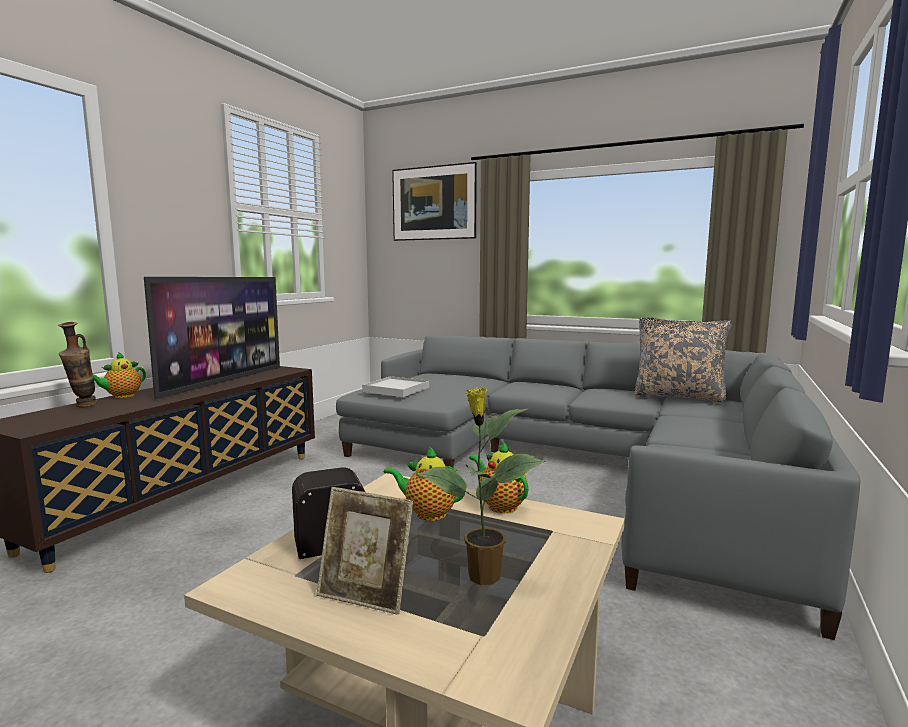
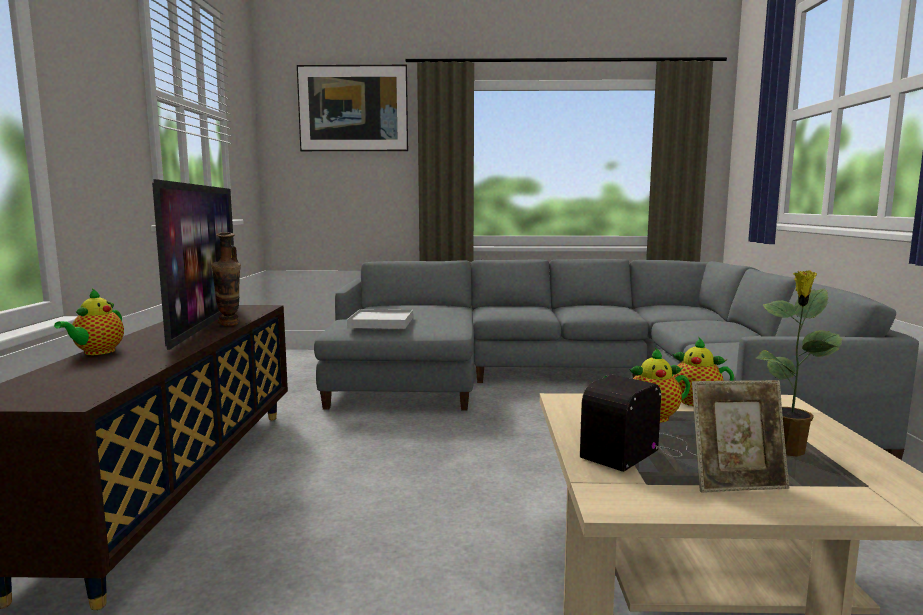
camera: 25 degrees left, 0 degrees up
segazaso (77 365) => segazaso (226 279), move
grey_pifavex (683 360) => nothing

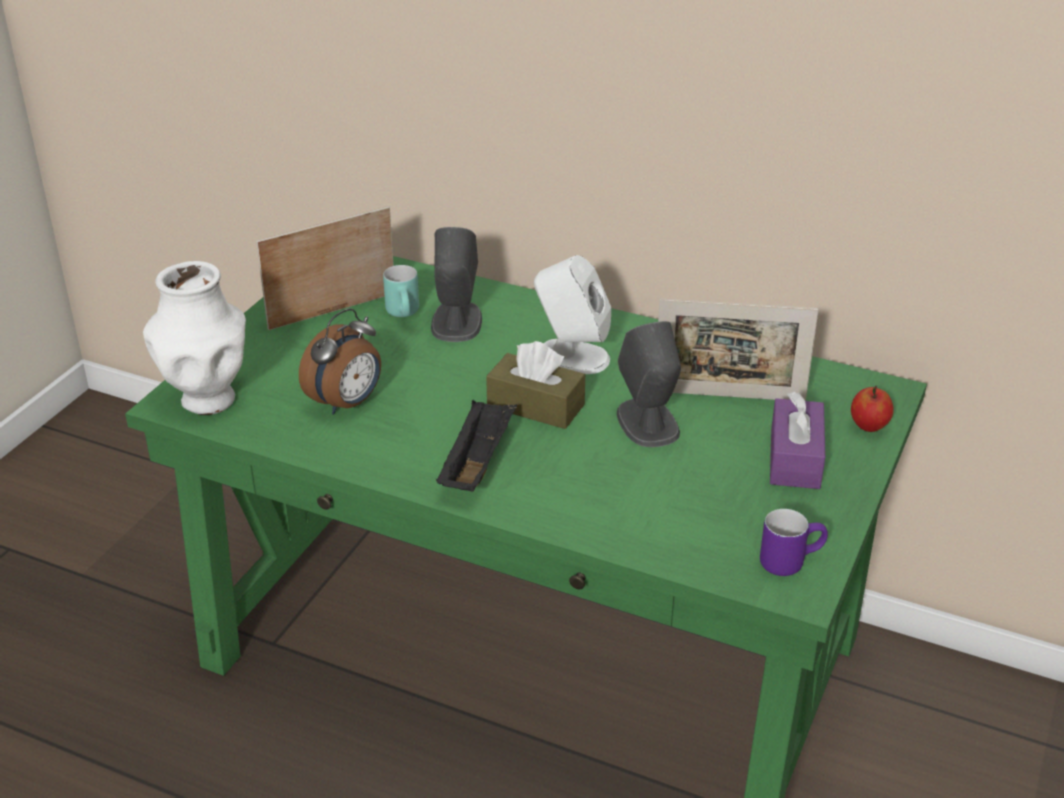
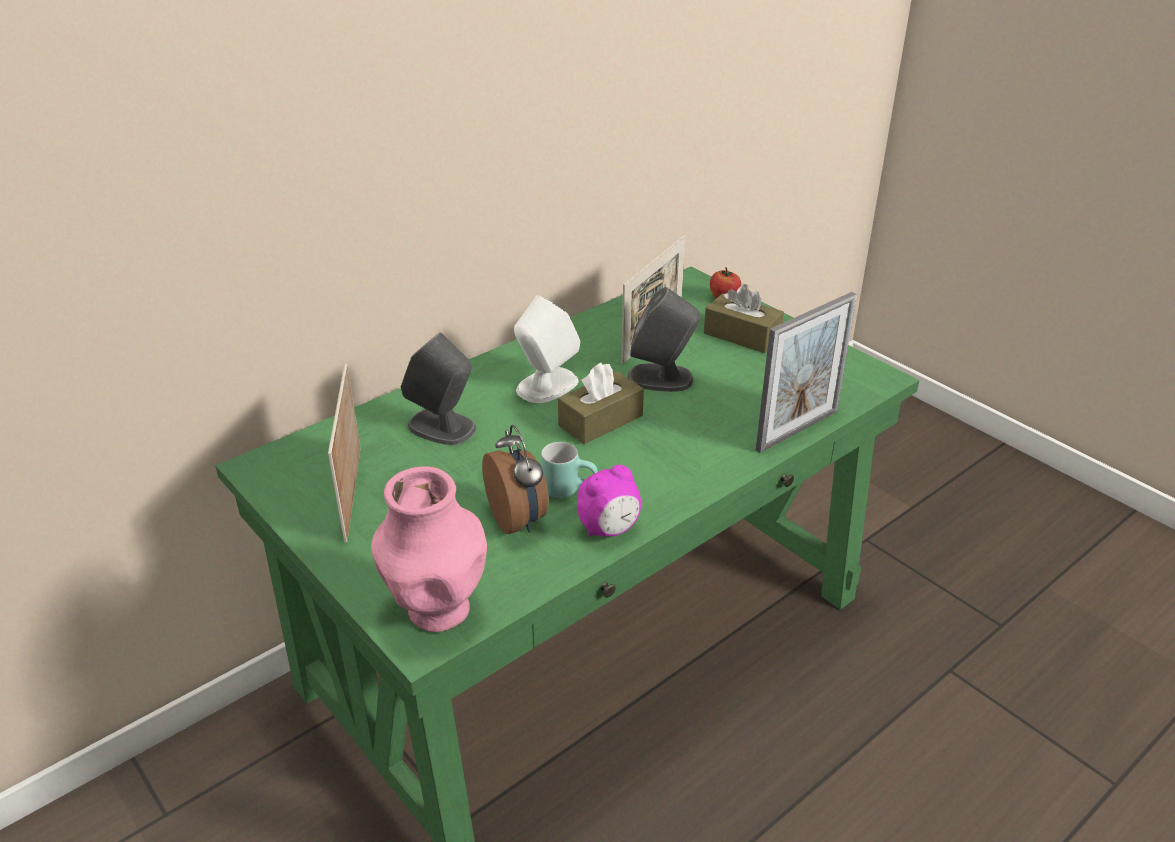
camera: 65 degrees left, 0 degrees up
white_segazaso (194 338) => pink_segazaso (429 549)
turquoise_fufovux (401 291) => turquoise_fufovux (569 470), move
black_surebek (476 445) => nothing
purple_fufovux (794 542) => nothing
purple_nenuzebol (797 440) => brown_nenuzebol (744 318)
nothing => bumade (609 501)
nothing => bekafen (806 372)

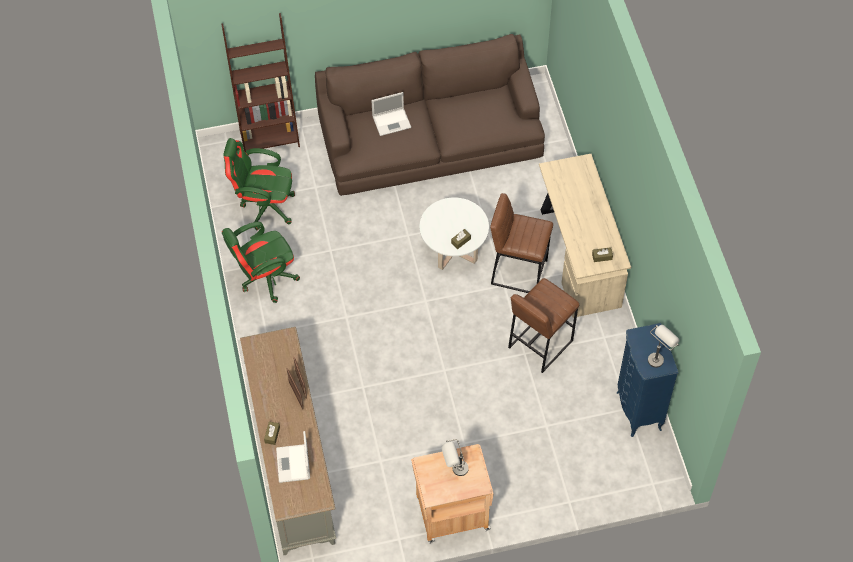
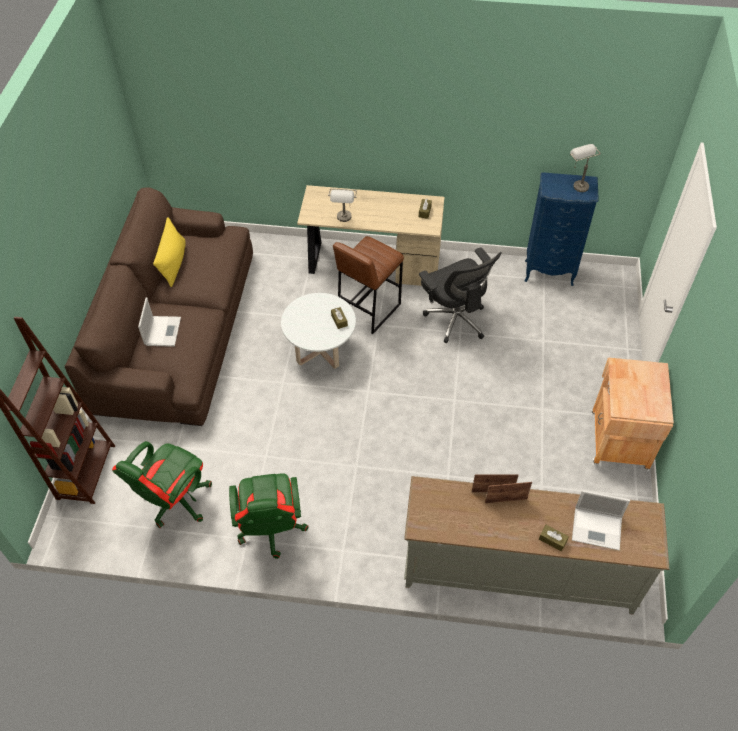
camera: 70 degrees left, 5 degrees down
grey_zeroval (455 457) => grey_zeroval (342 205), move
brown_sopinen (543 325) => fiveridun (460 295)
nothing => yellow_pifavex (169 252)

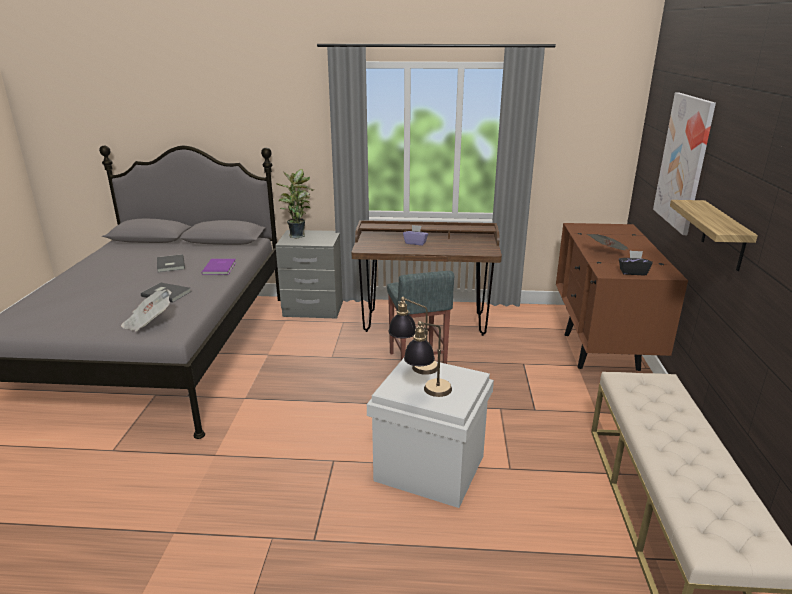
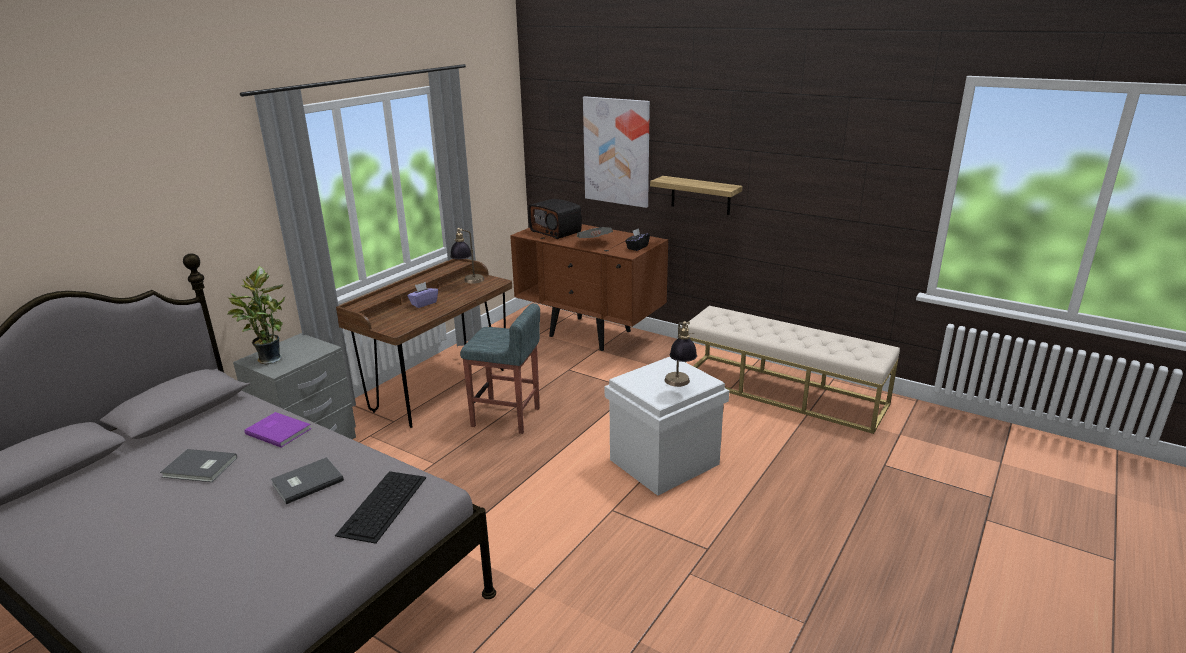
camera: 60 degrees left, 0 degrees up
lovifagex (146 310) => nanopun (380 507)
zeroval (413 336) => zeroval (467 256), move
nothing => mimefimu (555 219)

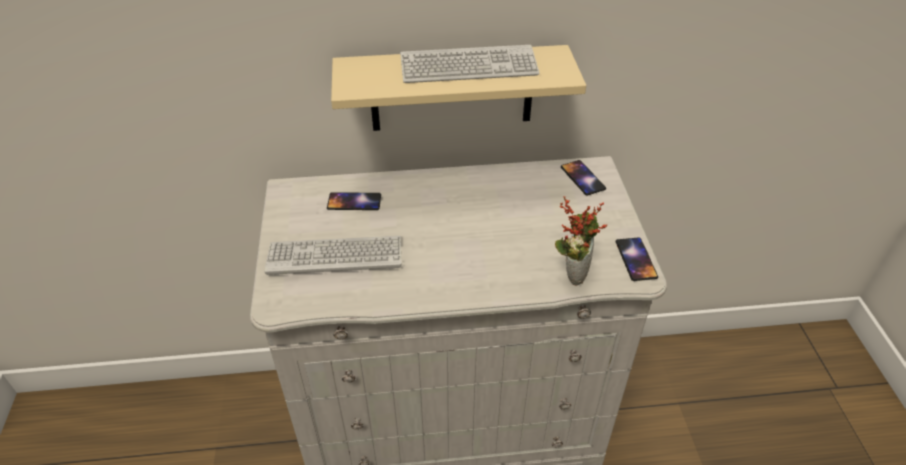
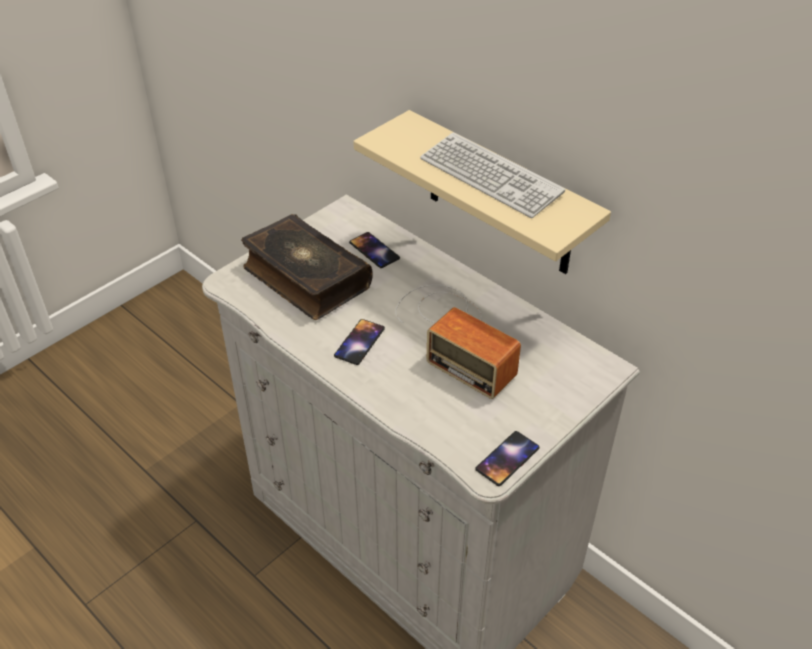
camera: 50 degrees right, 0 degrees up
nanopun (332 255) => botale (307 267)
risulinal (581 241) => nothing
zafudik (583 178) => zafudik (359 342), move
nothing => mimefimu (458 342)

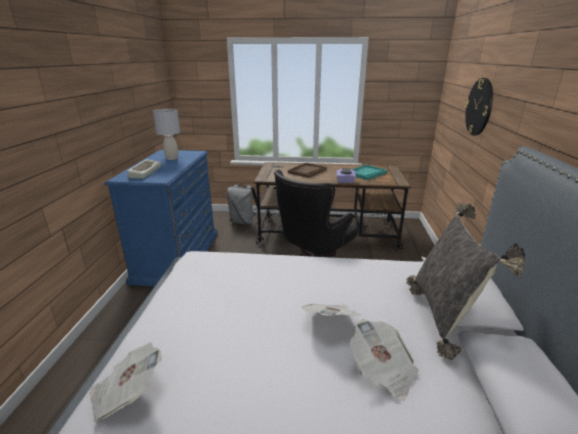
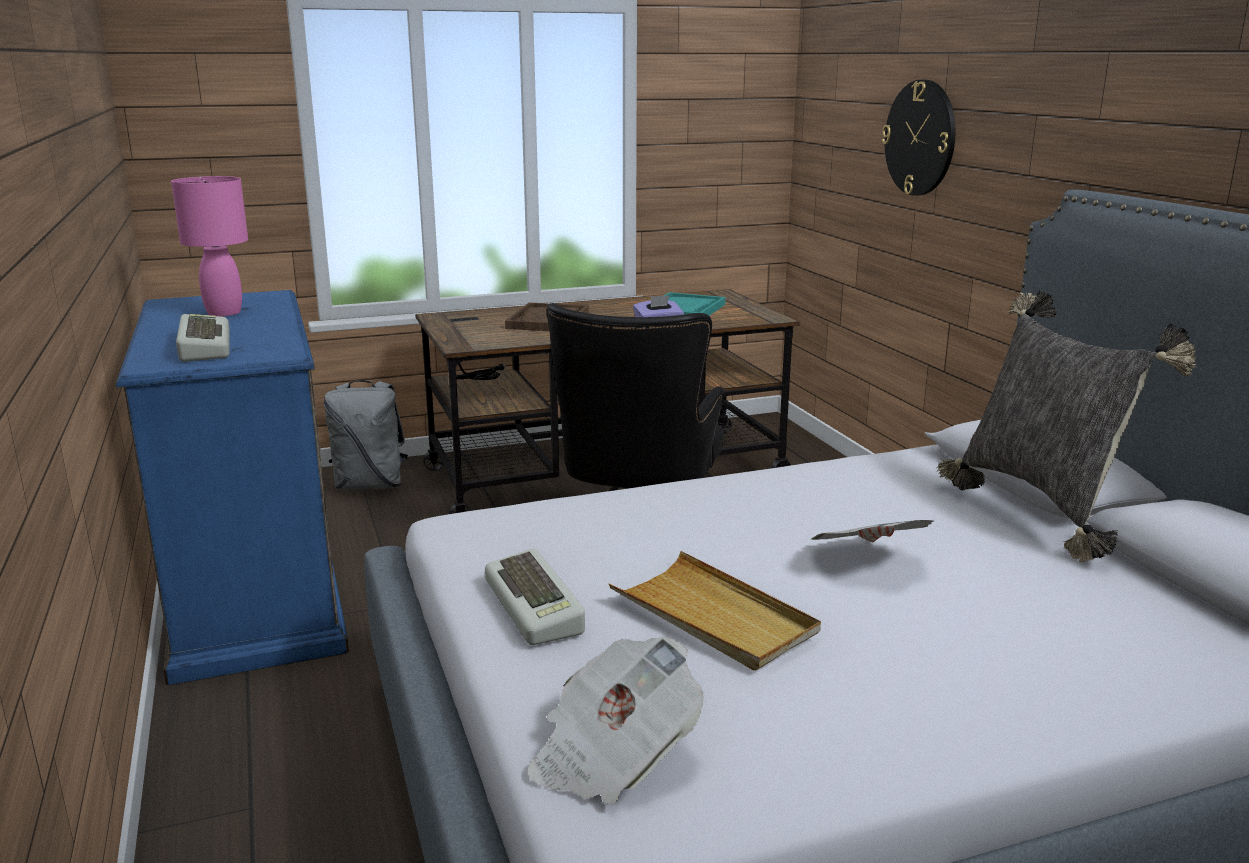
camera: 25 degrees left, 5 degrees down
grey_zeroval (166 134) => pink_zeroval (209 246)
lovifagex (384 360) => nothing
nothing => nanopun (535 596)
nothing => beige_surebek (715 610)

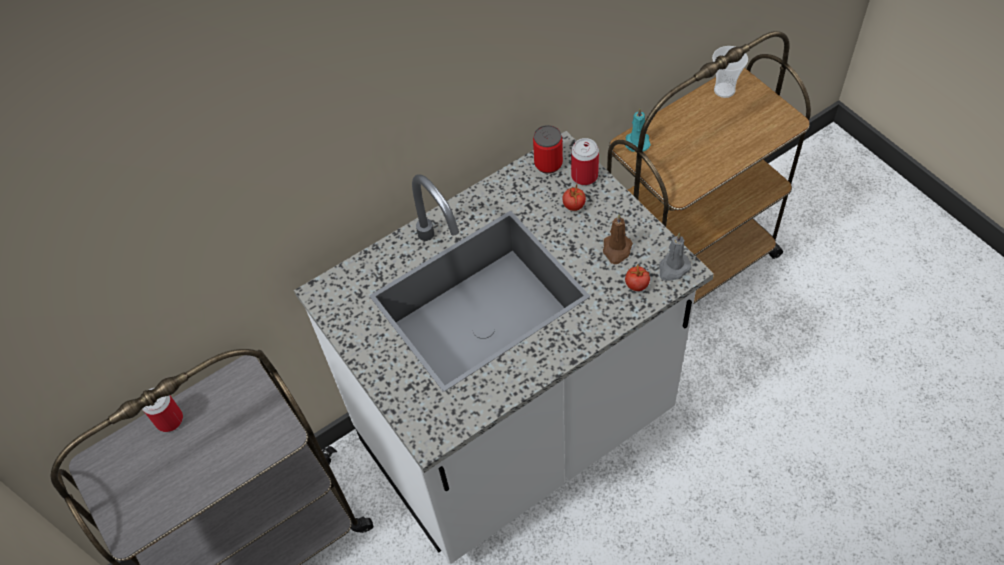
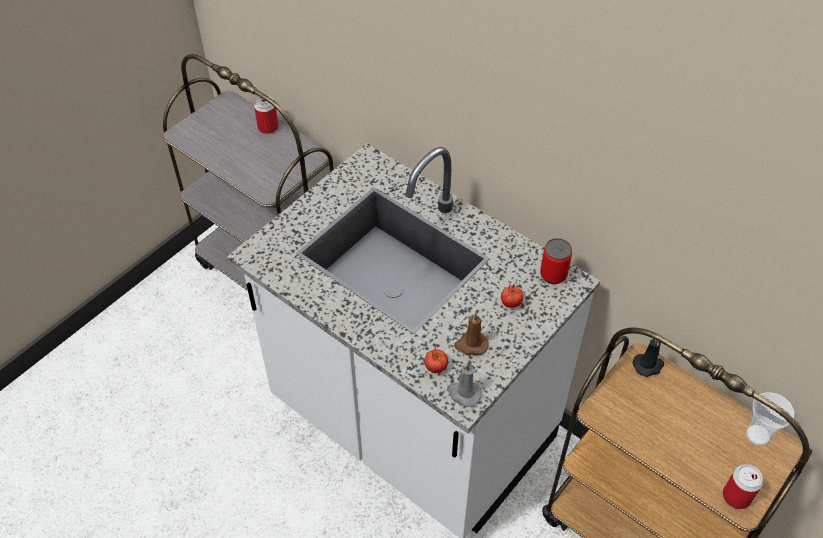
camera: 70 degrees right, 5 degrees down
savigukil (585 161) => savigukil (743 486), move
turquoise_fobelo (638 130) => black_fobelo (648 358)

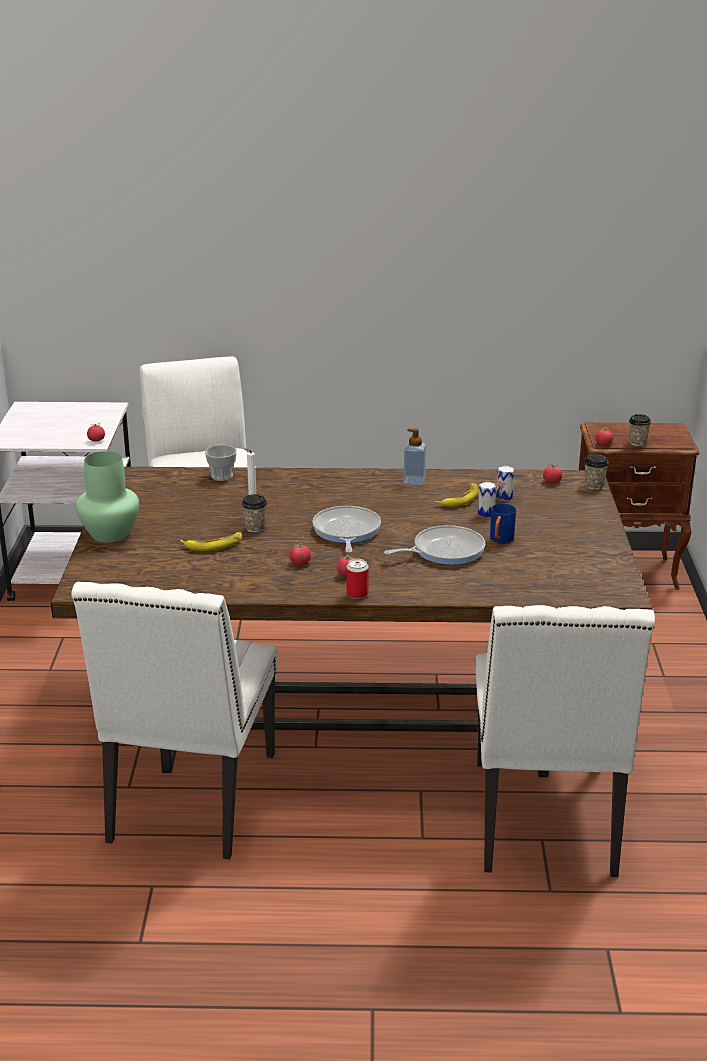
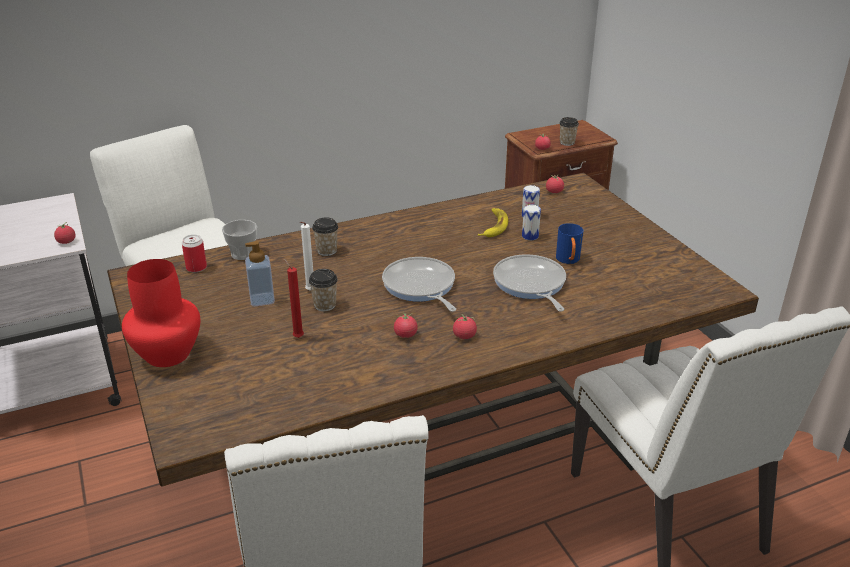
camera: 25 degrees left, 5 degrees up
green_segazaso (107 497) => red_segazaso (161 313)
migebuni (211 541) => red_fobelo (294 298)
savigukil (357 579) => savigukil (194 253), move
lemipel (434 545) => lemipel (529 283), 60 degrees counterclockwise
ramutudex (415 456) => ramutudex (260 273), move
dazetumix (596 472) => dazetumix (325 237), move

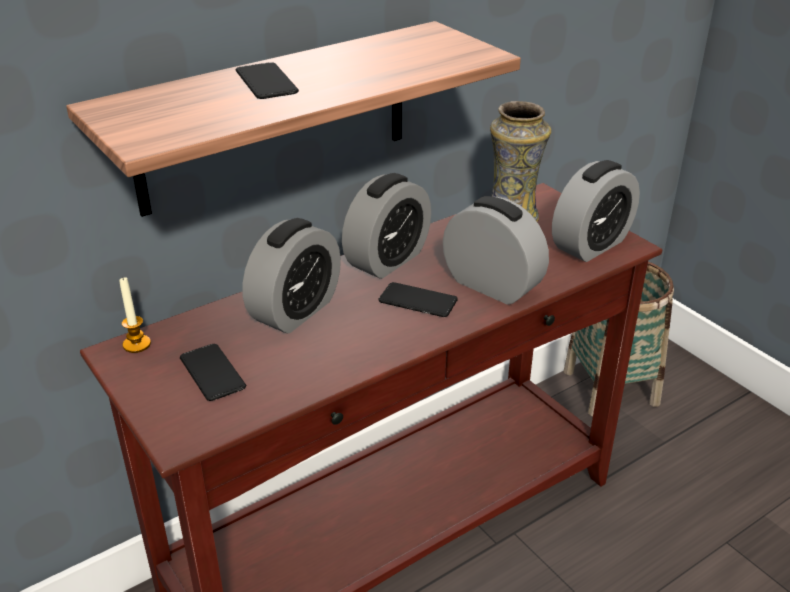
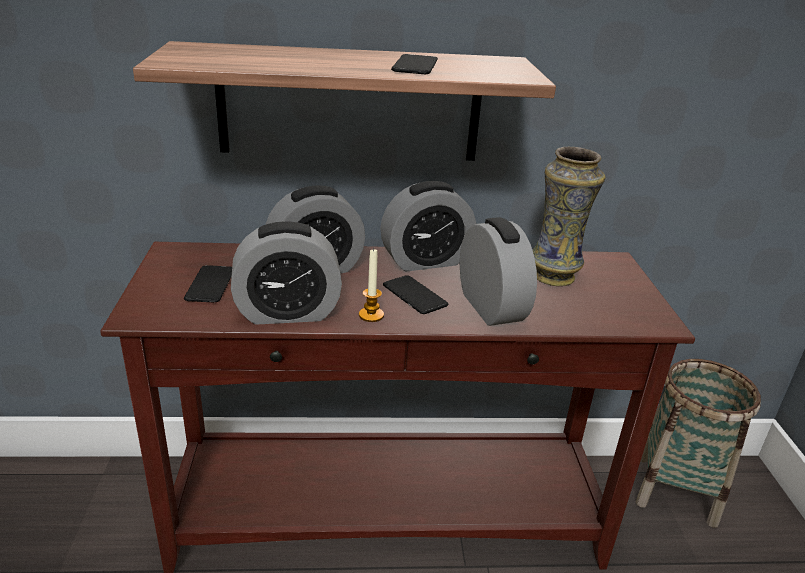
camera: 30 degrees right, 5 degrees down
fobelo (135 315) => fobelo (371 285), move
zafudik (267 80) => zafudik (414 64), move
bumade (596 211) => bumade (286 272), move

